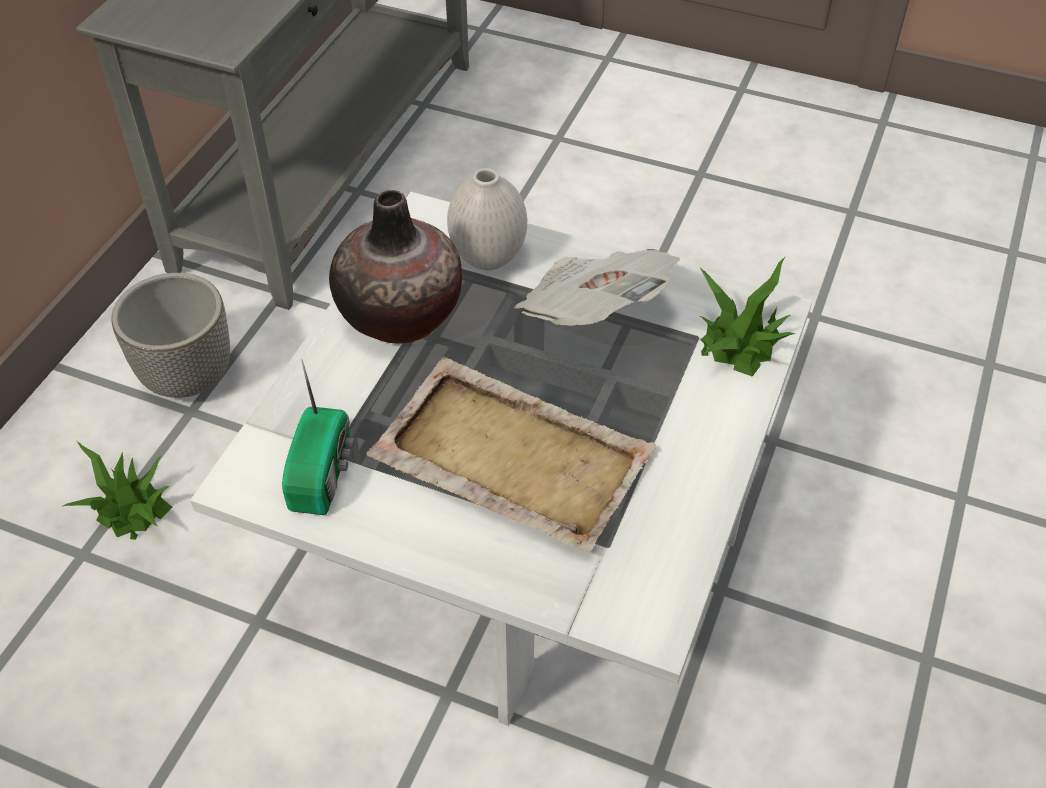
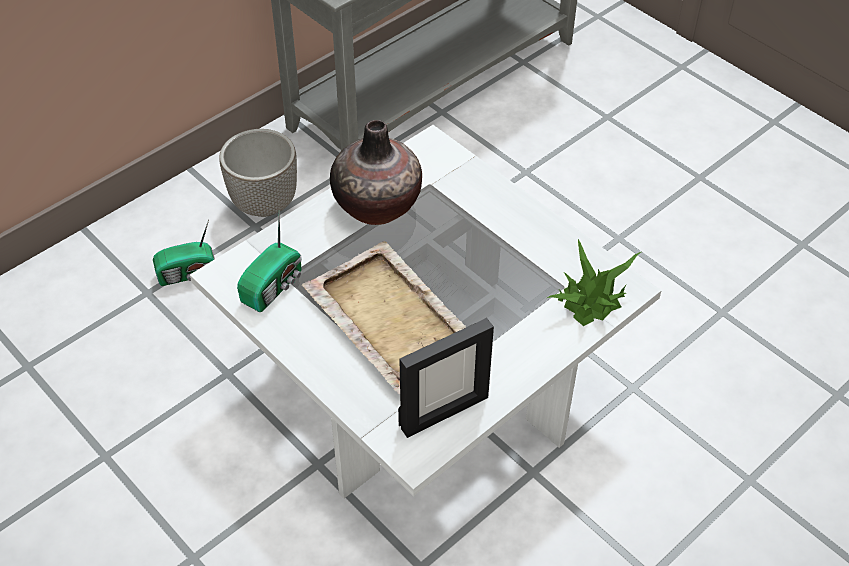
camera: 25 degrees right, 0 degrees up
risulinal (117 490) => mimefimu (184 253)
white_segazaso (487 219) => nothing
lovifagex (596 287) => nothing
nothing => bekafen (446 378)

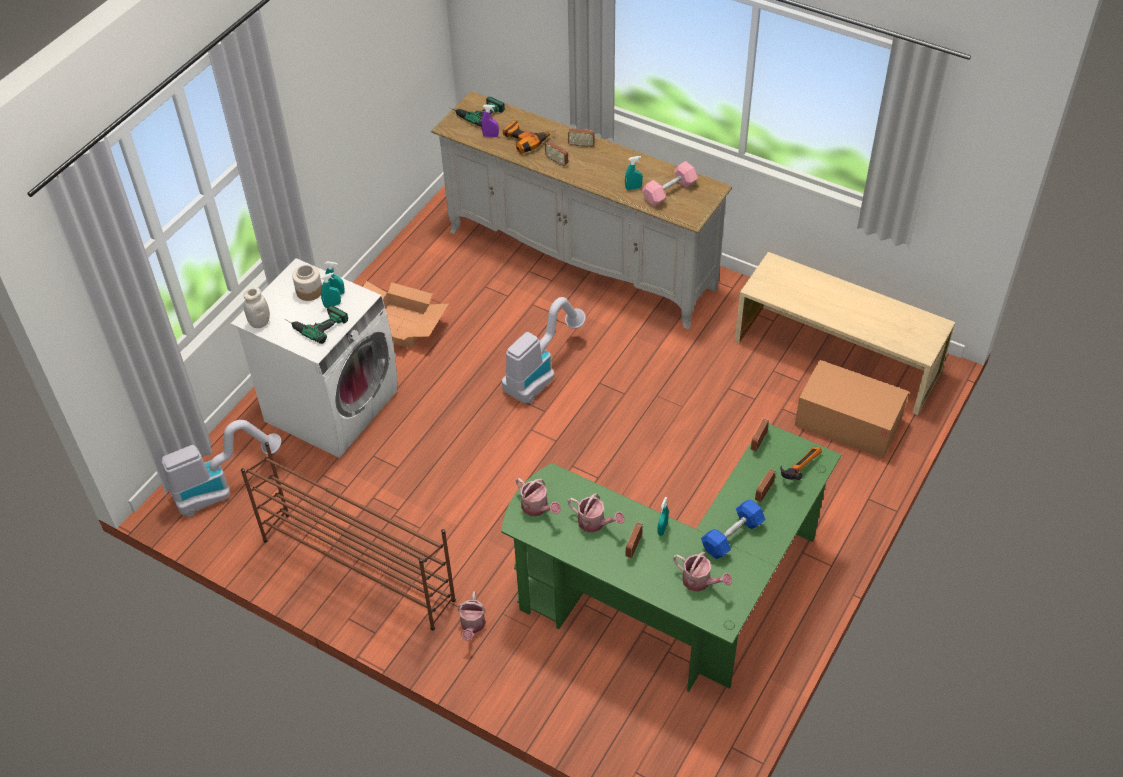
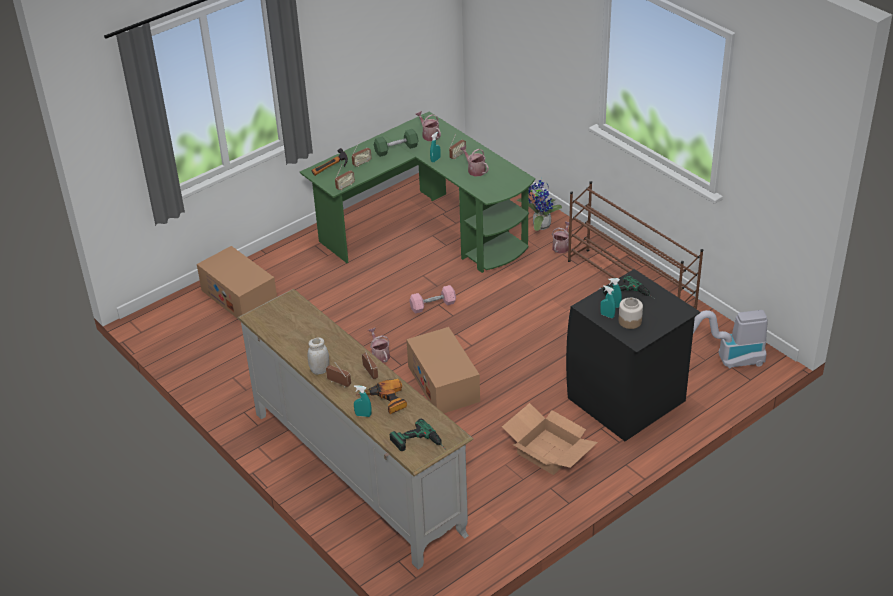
camera: 160 degrees left, 10 degrees down
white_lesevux (314 358) => black_lesevux (633 355)
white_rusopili (257 307) => white_rusopili (318 356), move
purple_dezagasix (490 120) => nothing
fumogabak (544 350) => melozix (443 370)
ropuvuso (538 497) => ropuvuso (379 345), move
turquoise_dezagasix (634 173) => turquoise_dezagasix (363 401), move
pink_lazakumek (670 184) => pink_lazakumek (432 299), move
blue_lazakumek (733 529) => green_lazakumek (396 143)
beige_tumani (845 333) => nothing
nothing => risulinal (539 204)

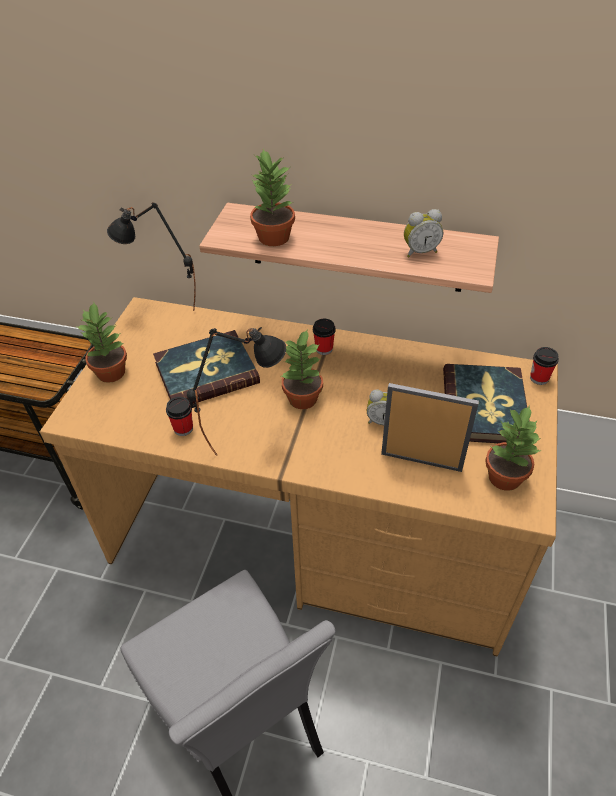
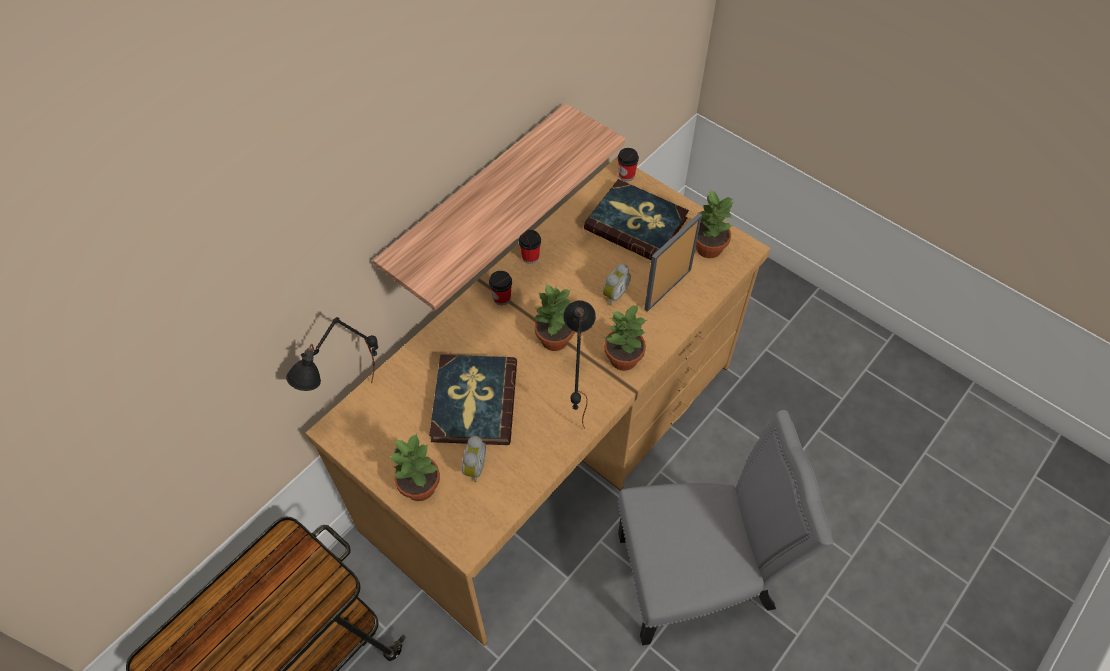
camera: 65 degrees left, 10 degrees up
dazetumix (179 416) => dazetumix (530 247), move
risulinal (272 197) => risulinal (625 338), move
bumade (423 233) => bumade (474 459), move

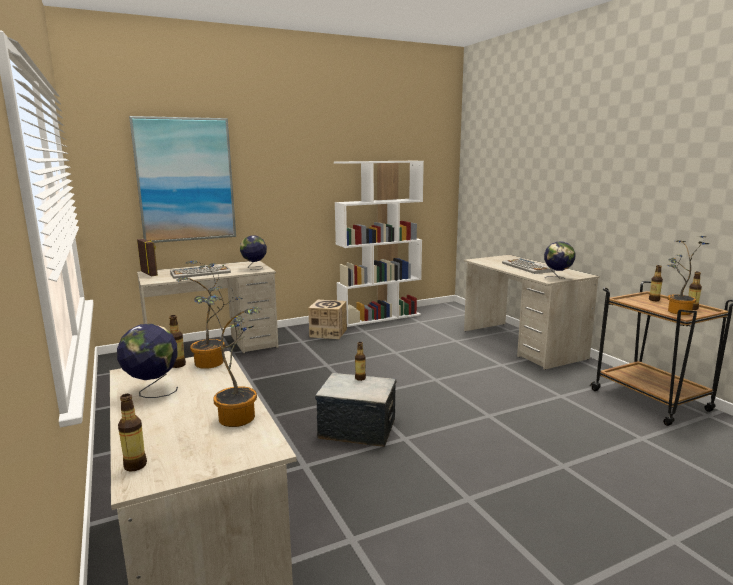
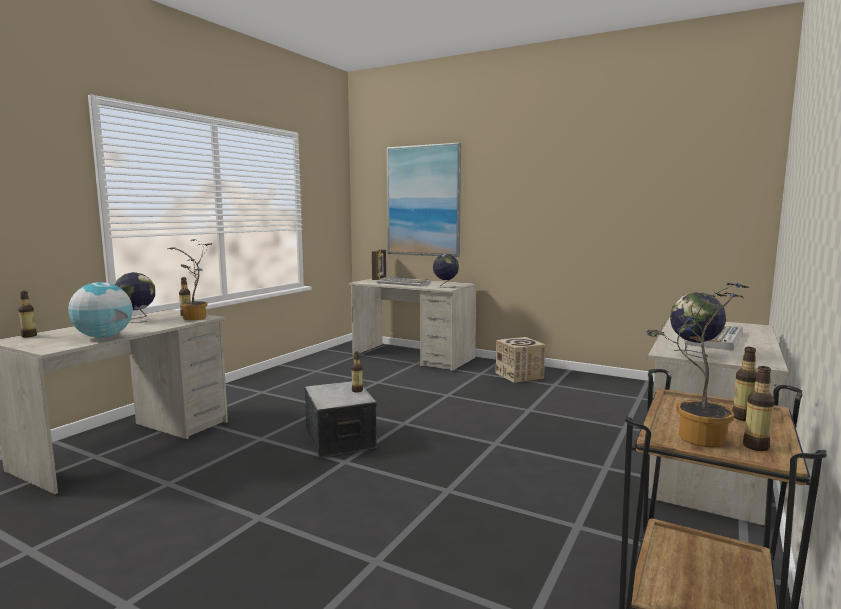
camera: 55 degrees right, 5 degrees down
risulinal (227 361) => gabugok (100 310)
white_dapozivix (379 244) => nothing

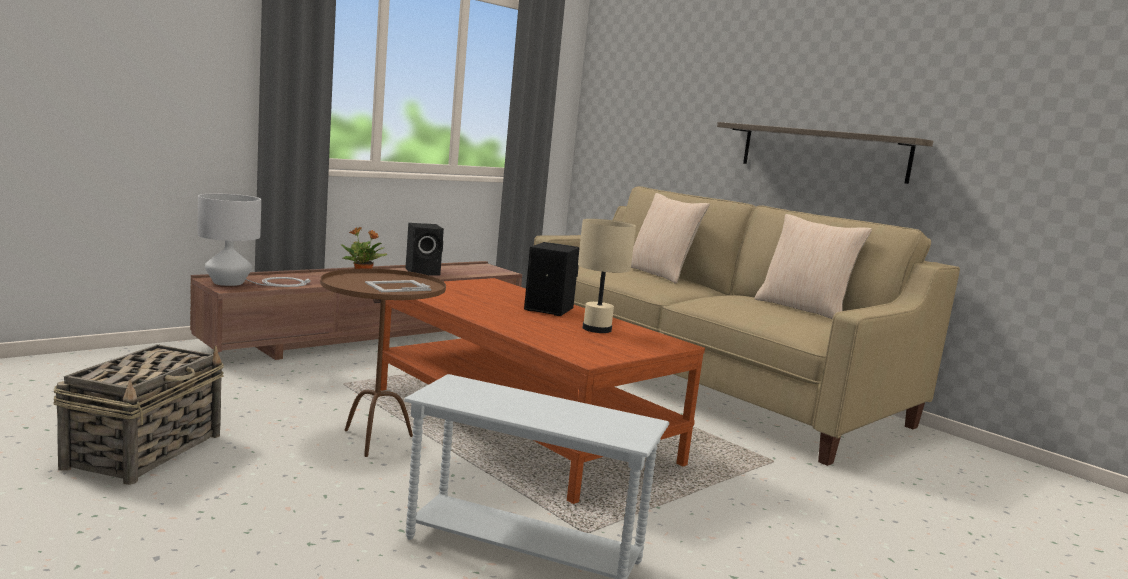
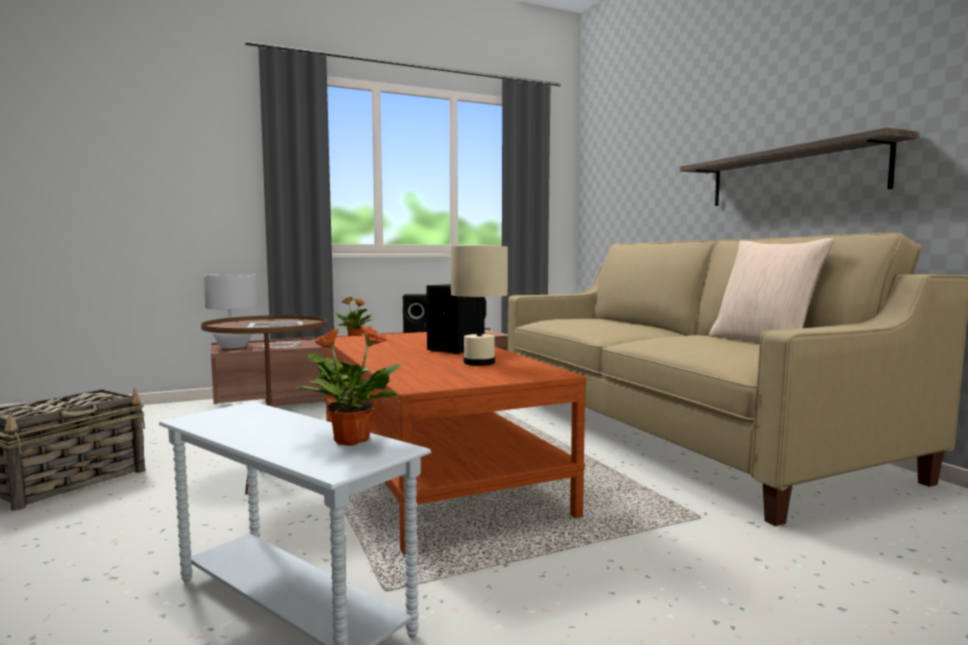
camera: 20 degrees right, 5 degrees down
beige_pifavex (670 238) => nothing
nothing => risulinal (348 385)

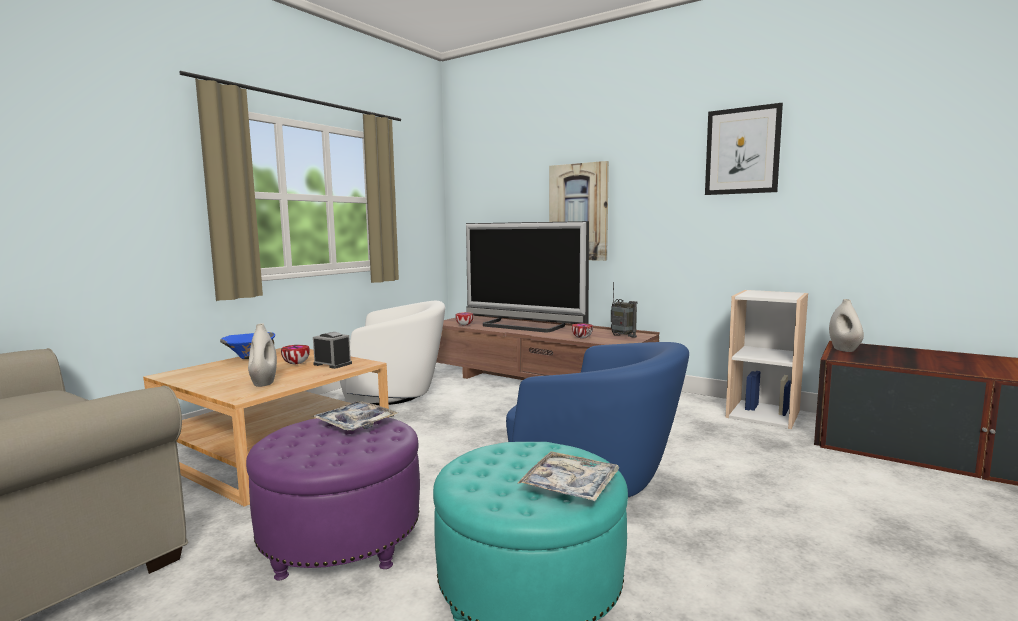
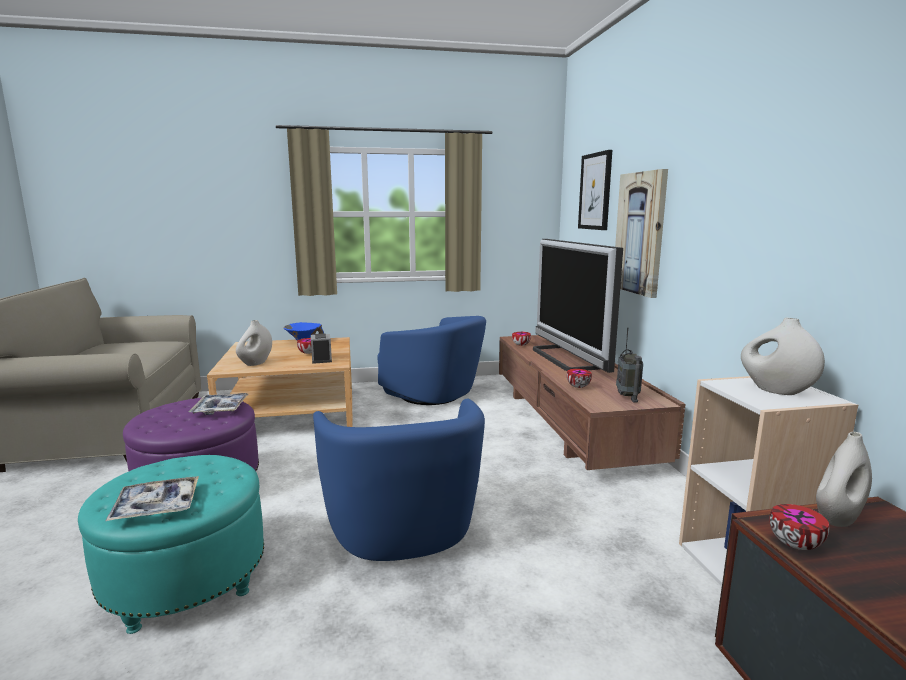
camera: 45 degrees right, 5 degrees up
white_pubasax (392 353) => blue_pubasax (431 360)
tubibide (744 149) => tubibide (595 190), move
nothing => white_segazaso (783 356)
nothing => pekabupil (799 527)

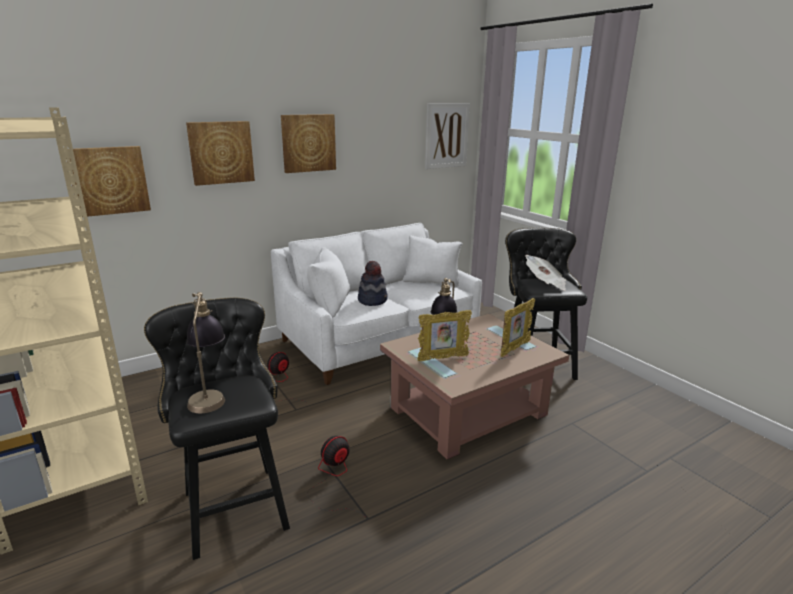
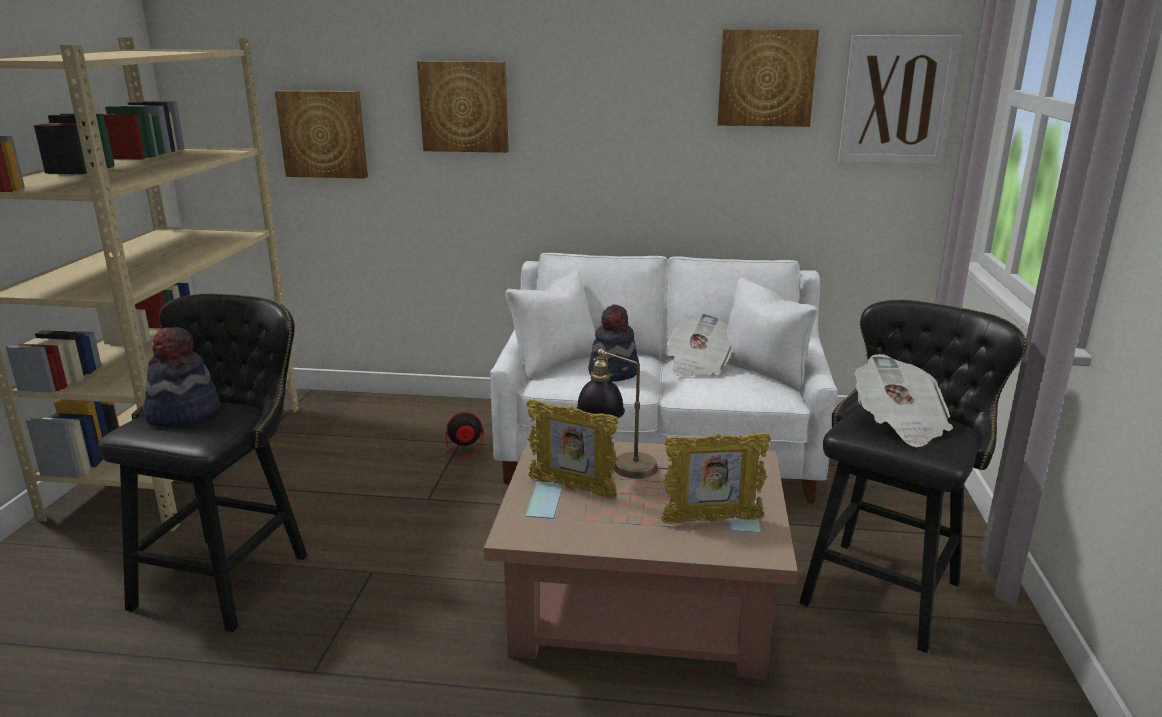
camera: 40 degrees right, 0 degrees up
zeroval (205 352) => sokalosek (181 377)
tubibide (308 143) => tubibide (768 78), move
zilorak (337 477) => nothing
nothing => lovifagex (699 345)

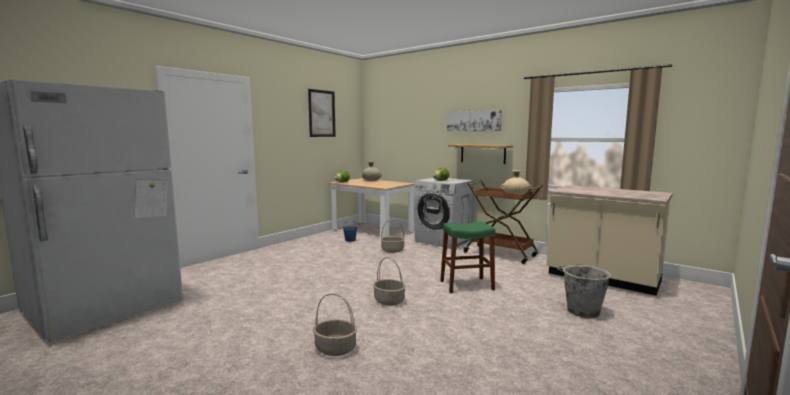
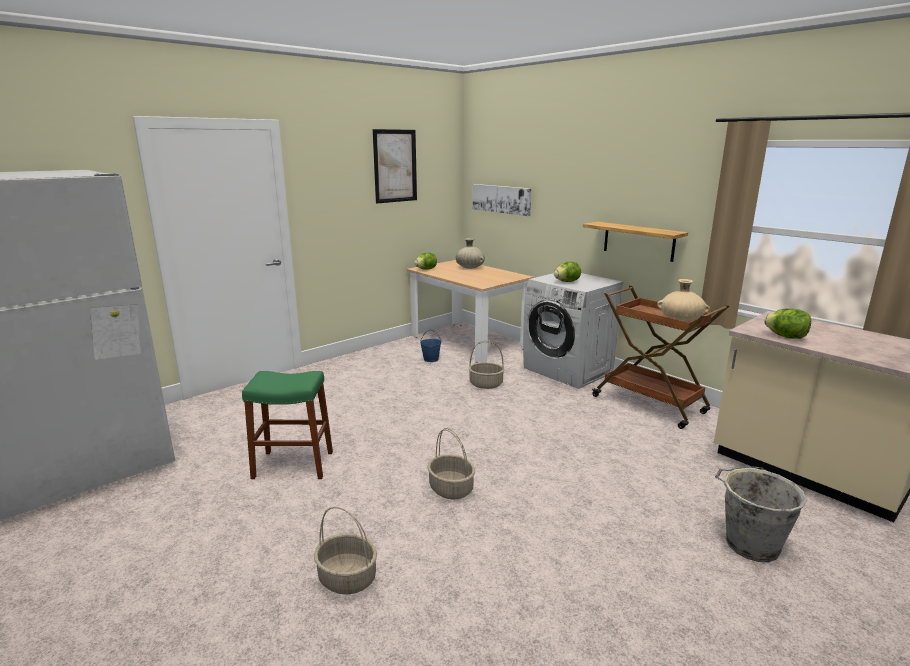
camera: 10 degrees right, 10 degrees up
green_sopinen (467 257) => green_sopinen (287 425), move
tubibide (474 120) => tubibide (502 200), move
nothing => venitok (787 323)

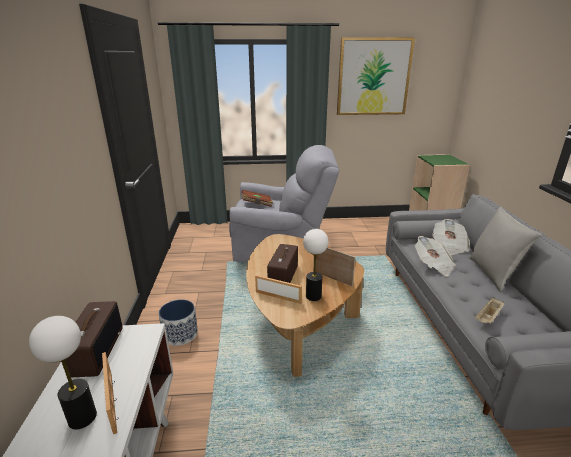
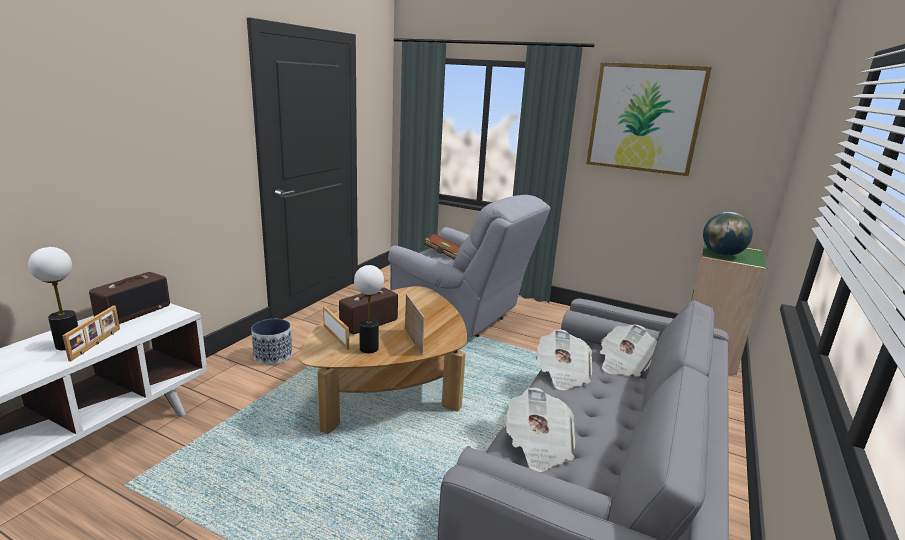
camera: 30 degrees right, 5 degrees down
grey_pifavex (505 249) => nothing
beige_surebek (490 310) => lovifagex (539 430)
nothing => gabugok (728 234)

